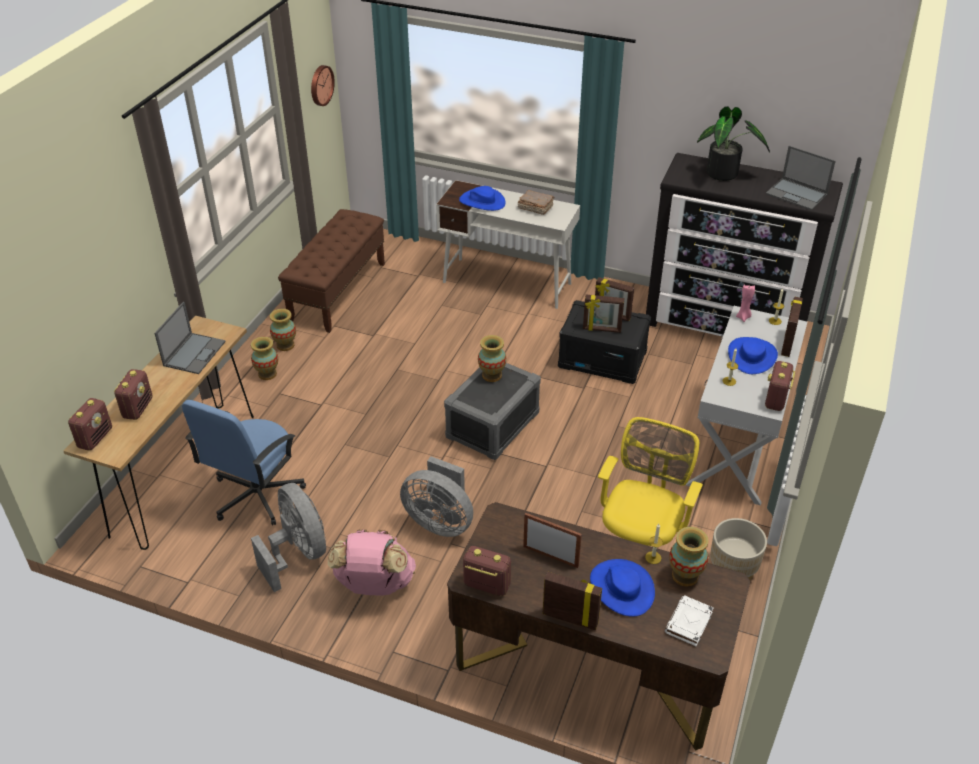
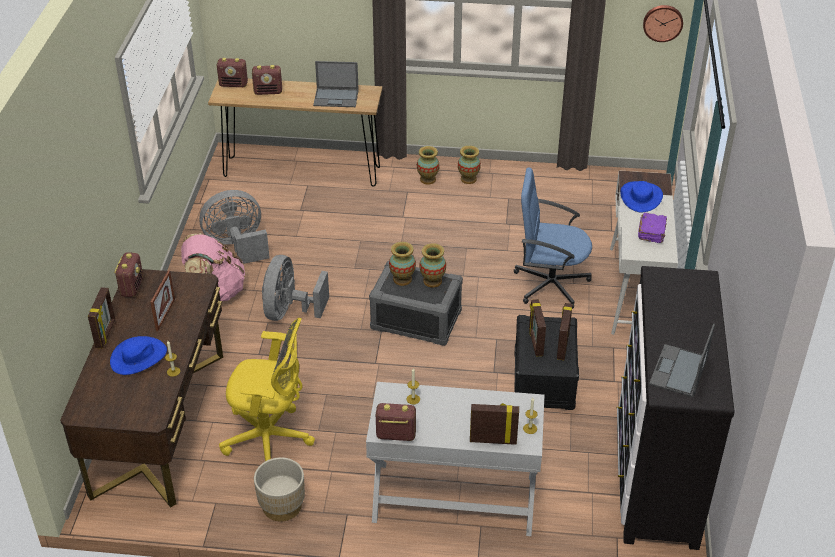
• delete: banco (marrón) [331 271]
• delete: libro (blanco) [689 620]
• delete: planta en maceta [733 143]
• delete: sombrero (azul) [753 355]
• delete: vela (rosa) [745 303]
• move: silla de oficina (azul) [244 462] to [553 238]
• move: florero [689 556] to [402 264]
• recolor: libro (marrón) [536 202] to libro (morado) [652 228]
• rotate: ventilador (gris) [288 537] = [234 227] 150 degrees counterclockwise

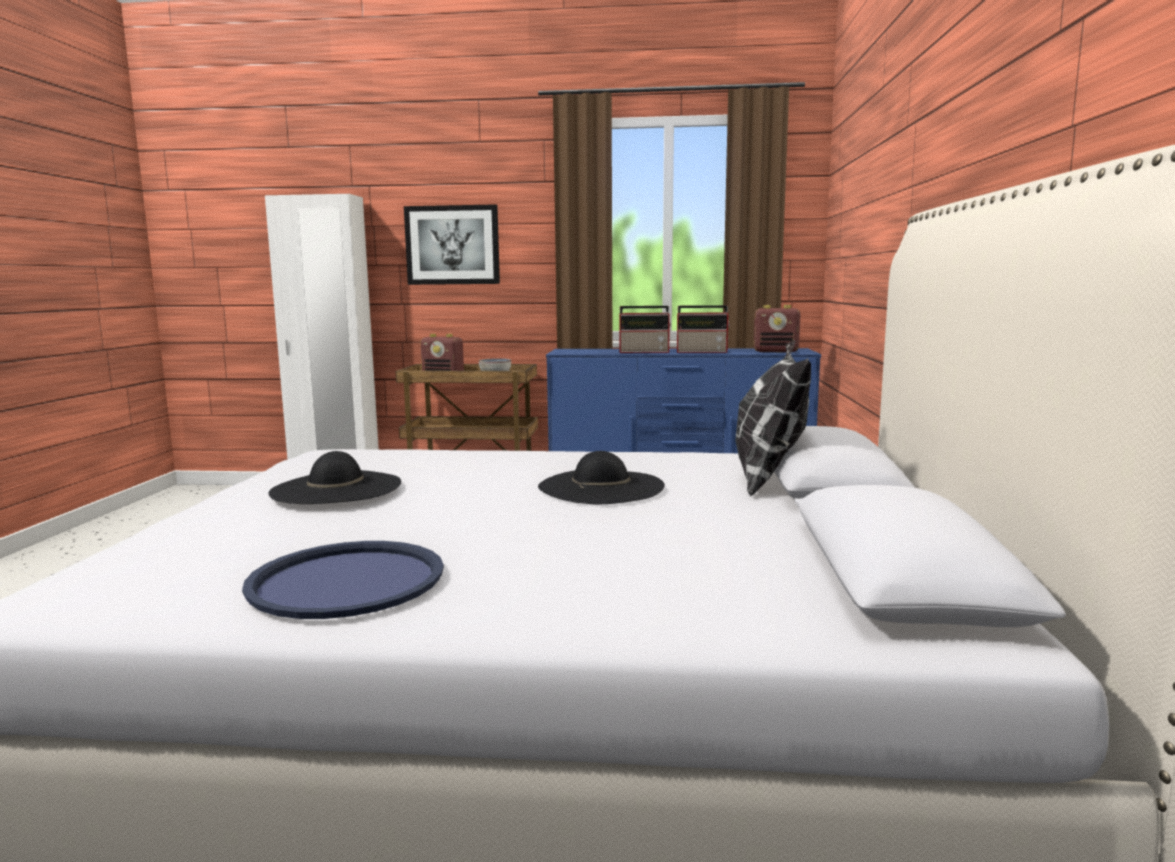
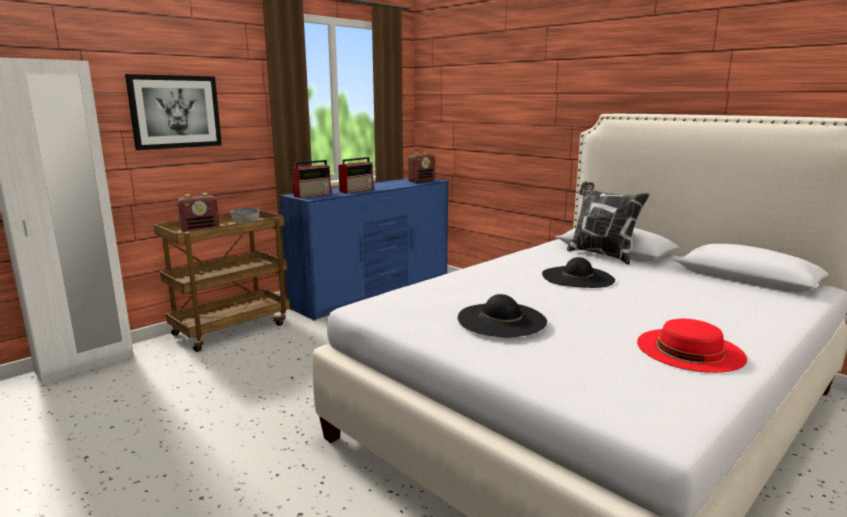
• move: radio [704 329] to [311 179]
• replace: bandeja (azul) [343 580] to sombrero (rojo) [692 346]

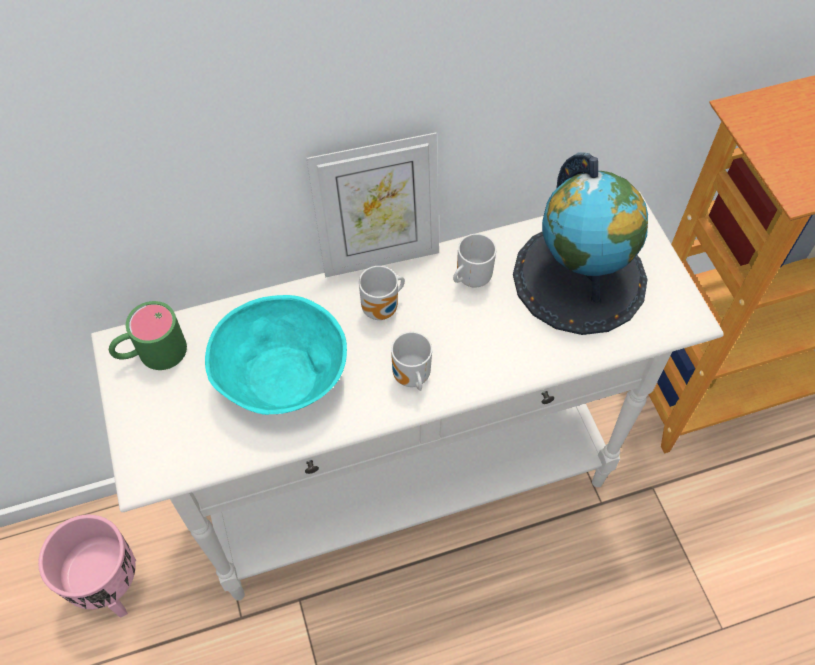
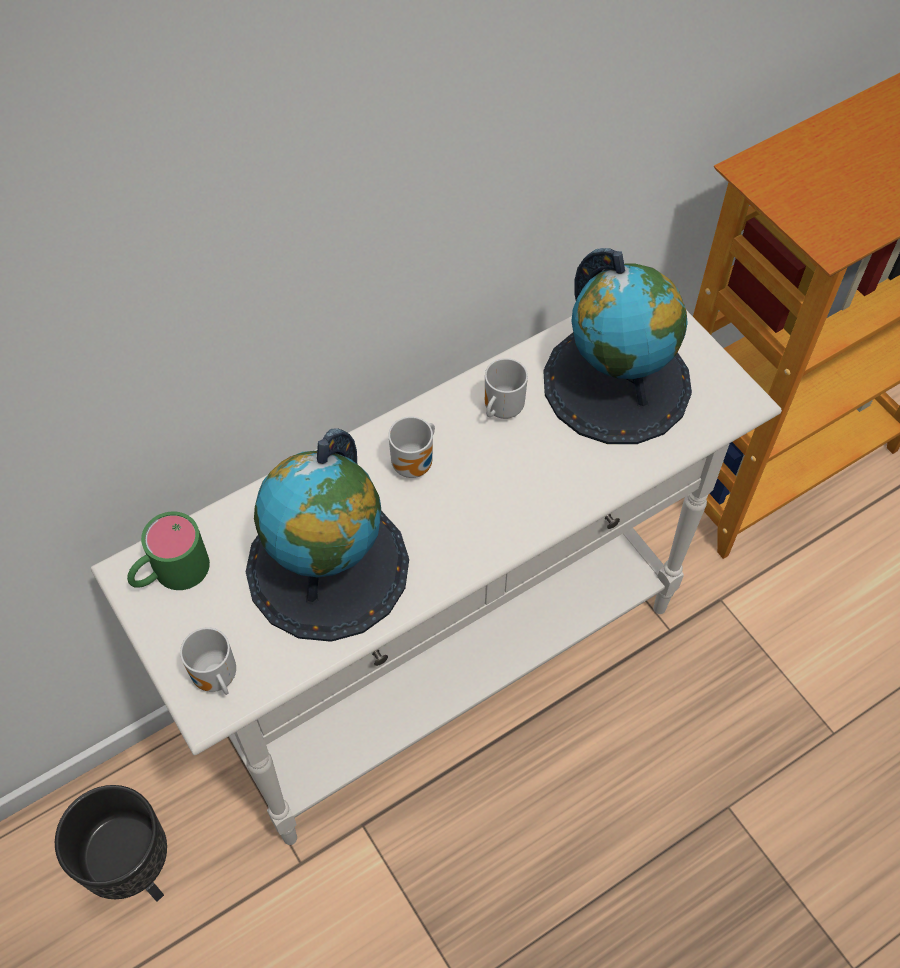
• delete: portarretratos [372 205]
• move: taza grande [411 361] to [208 661]
• replace: cuenco (turquesa) [276 355] to globo terráqueo [327 535]
• recolor: maceta (rosa) [87 566] to maceta (negro) [111 843]

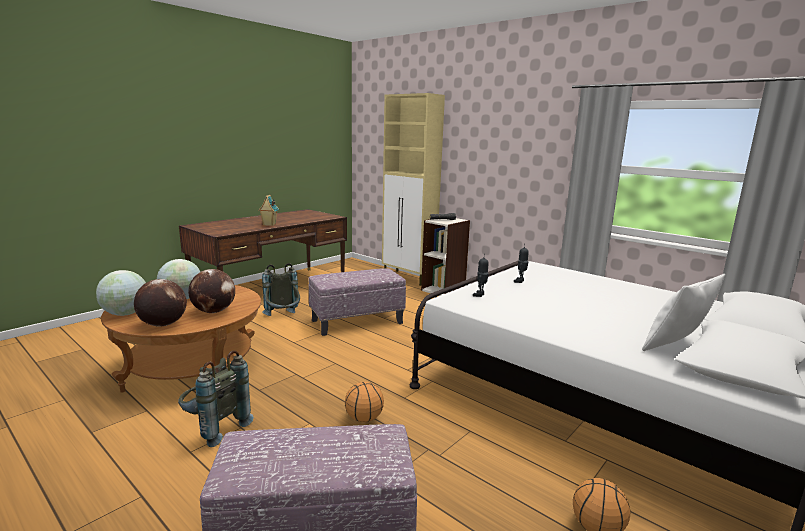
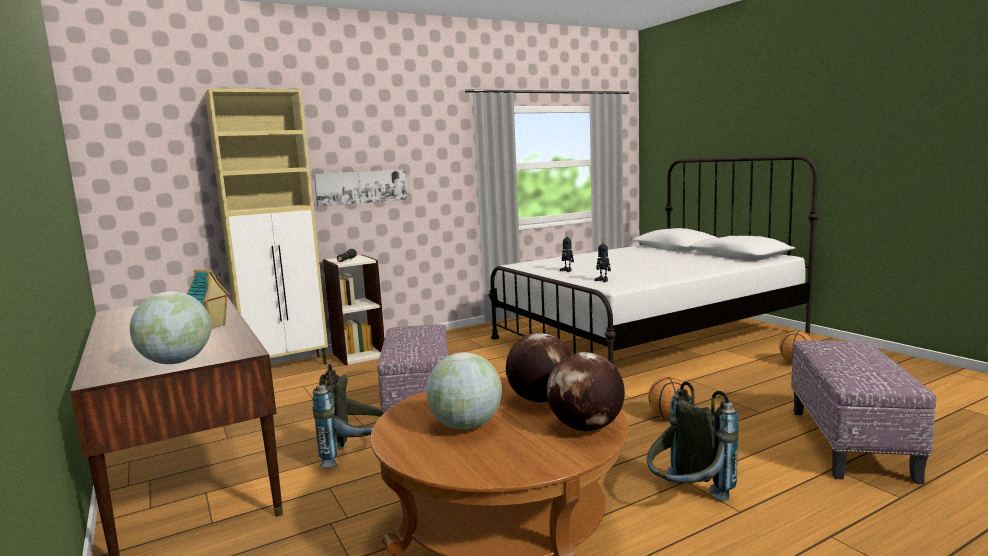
• delete: cojín (blanco) [683 312]
• insert: cuadro [361 188]
• move: globo terráqueo [121 293] to [170 328]

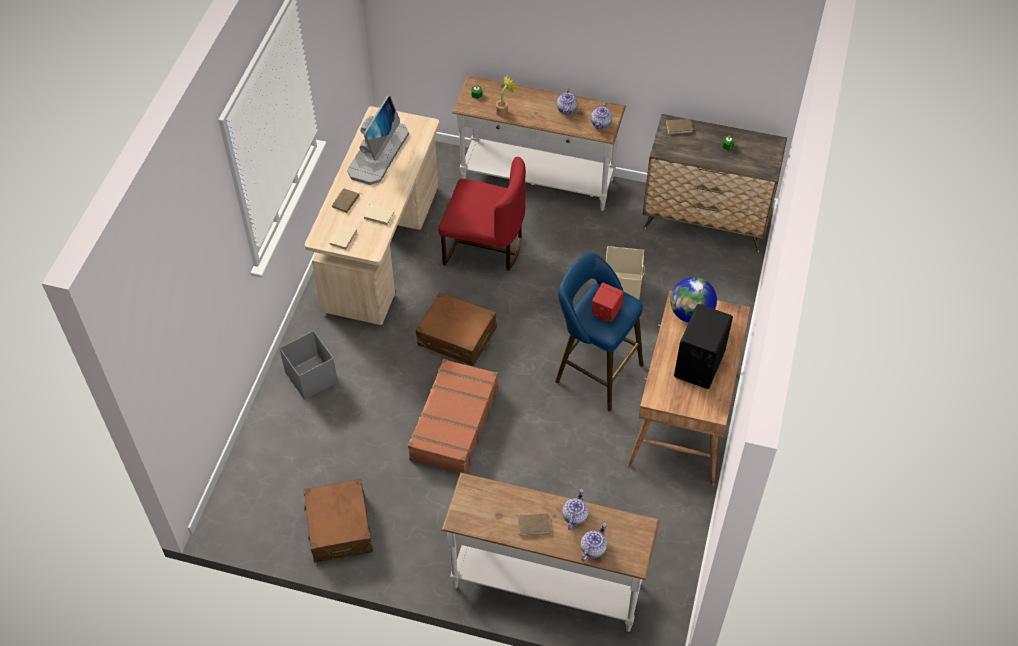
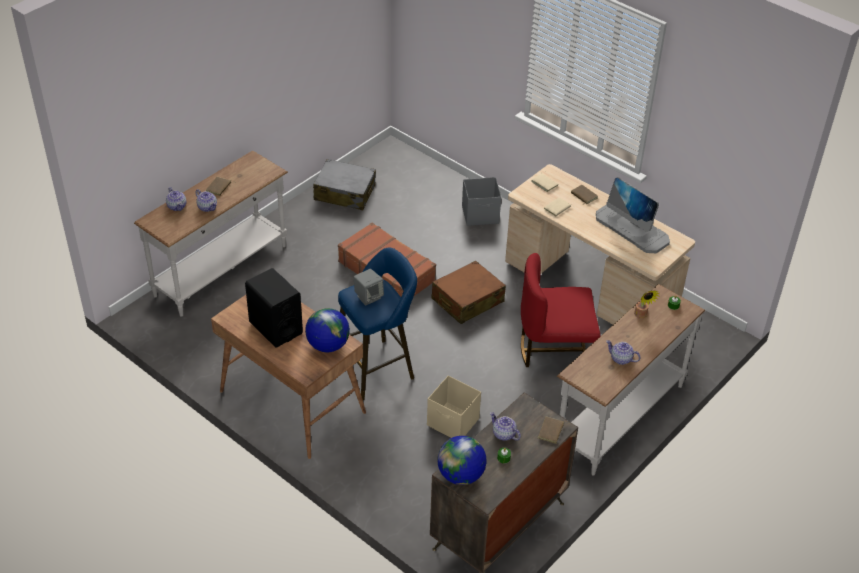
• insert: globo terráqueo [461 460]
• move: tetera [601 115] to [505 426]
• recolor: maleta (marrón) [338 520] to maleta (gris) [344 184]
• recolor: altavoz (rojo) [608 302] to altavoz (gris) [369 287]
• rotate: silla (rojo) [482 214] = [560 310] 45 degrees clockwise

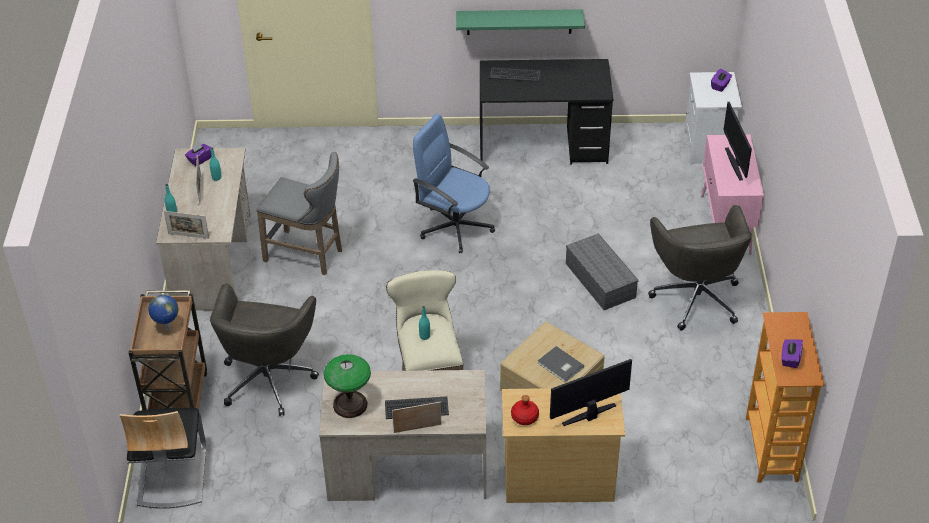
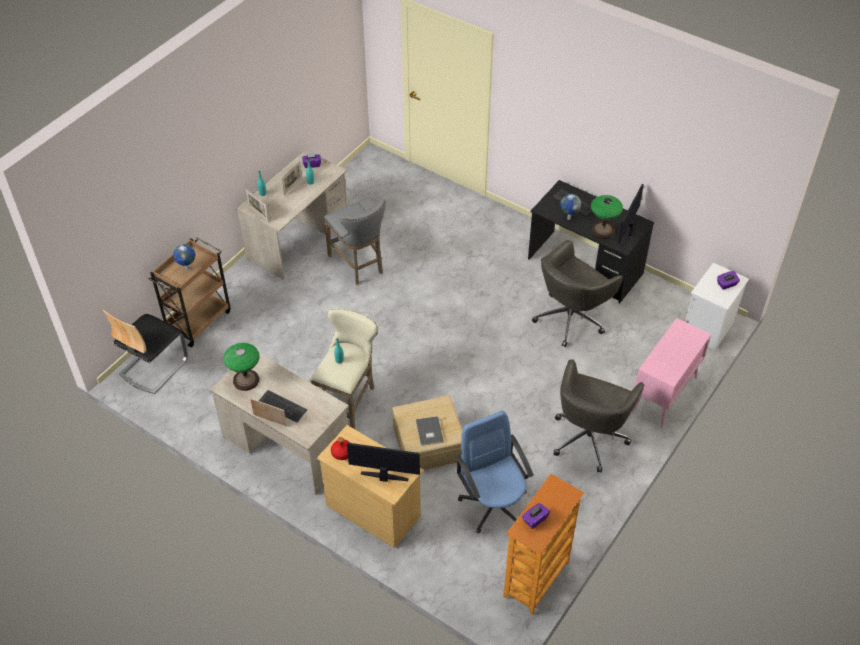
• delete: estante (verde) [520 22]
• delete: caja de almacenaje (gris) [602 271]
• insert: globo terráqueo [570 207]
• insert: lámpara de mesa [607 217]
• move: silla de oficina (gris) [264 350] to [577 293]
• move: silla de oficina (azul) [454 183] to [495 472]
• move: monitor [737 141] to [631 215]

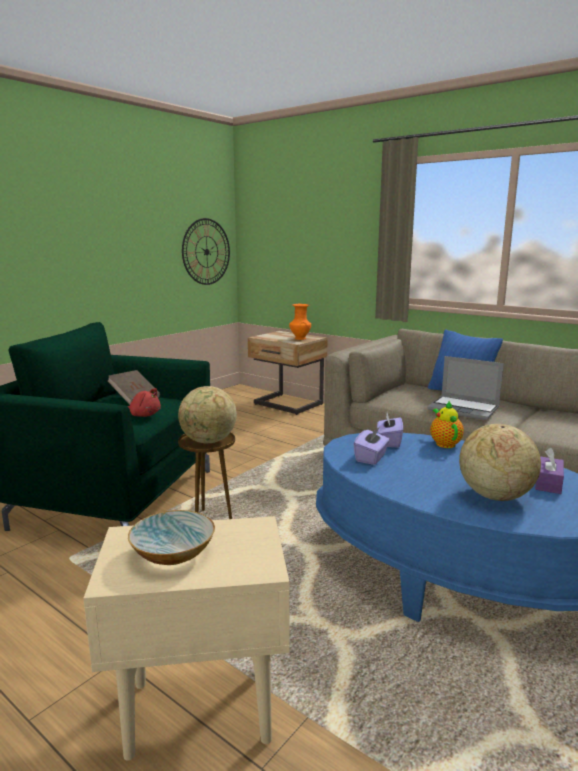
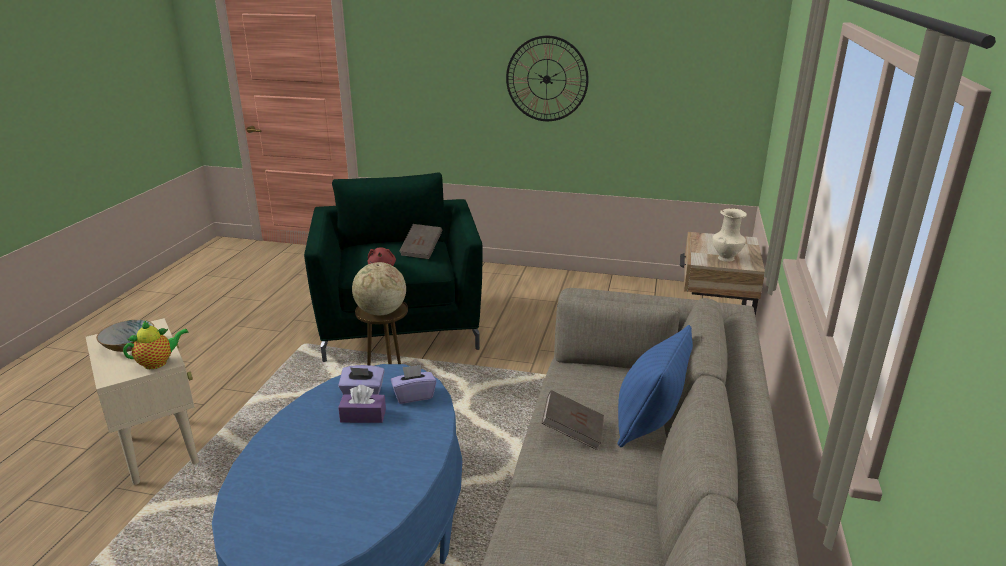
• delete: globo terráqueo [500 462]
• move: reloj de pared [206 251] to [547 78]
• move: tetera [447 424] to [156 345]
• move: caja de pañuelos (morado) [549 471] to [362 404]
• replace: portátil [465 388] to libro (marrón) [573 420]
• recolor: florero (naranja) [300 322] to florero (beis) [729 235]

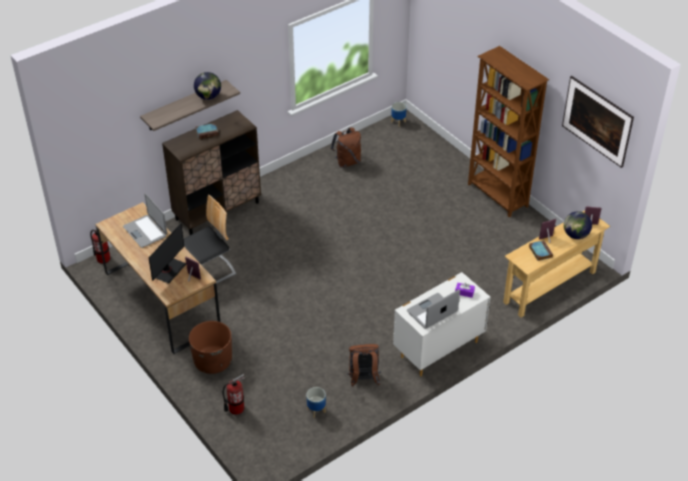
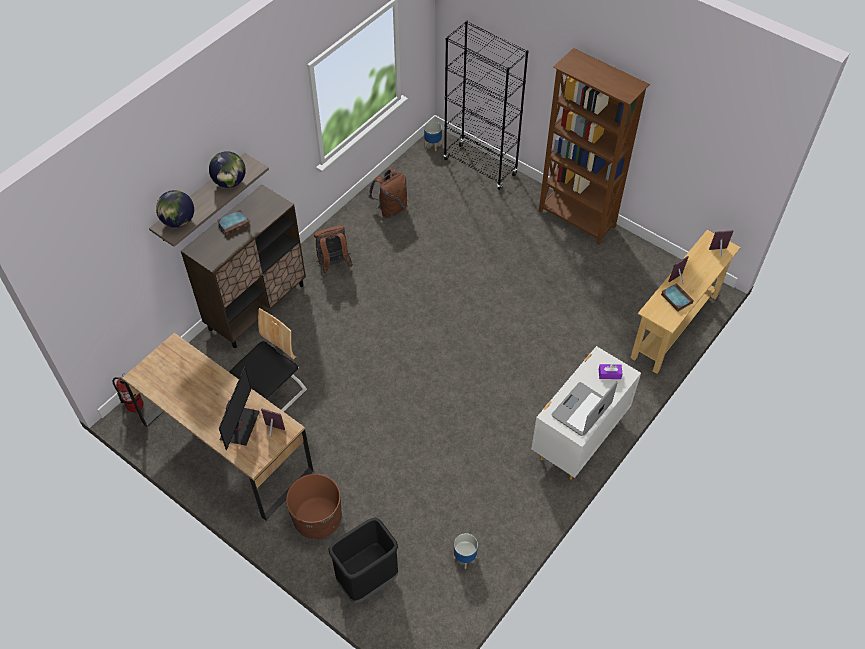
• delete: portátil [145 220]
• delete: cuadro [598 122]
• insert: estantería (negro) [486 105]
• move: mochila (marrón) [364 365] to [333 249]
• move: globo terráqueo [578 225] to [175 209]
• replace: extintor [234 394] to papelera (negro) [363 560]

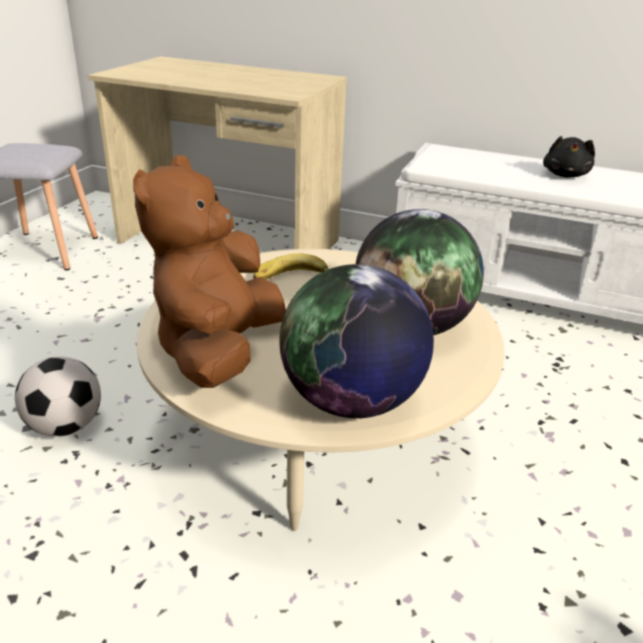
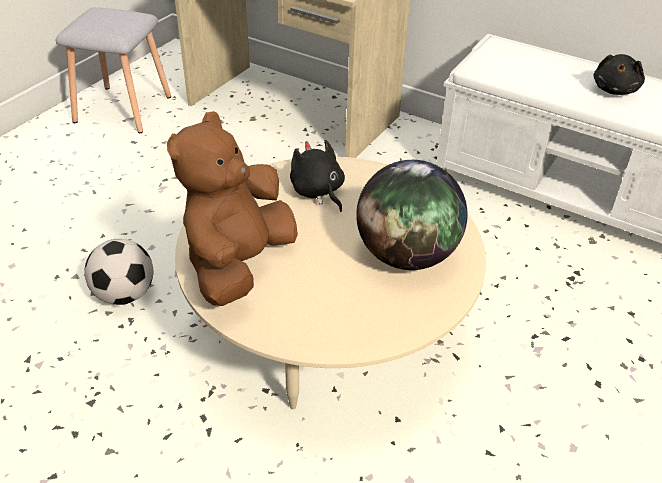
• delete: globo terráqueo [356 341]
• replace: plátano [290 266] to peluche (negro) [317 176]

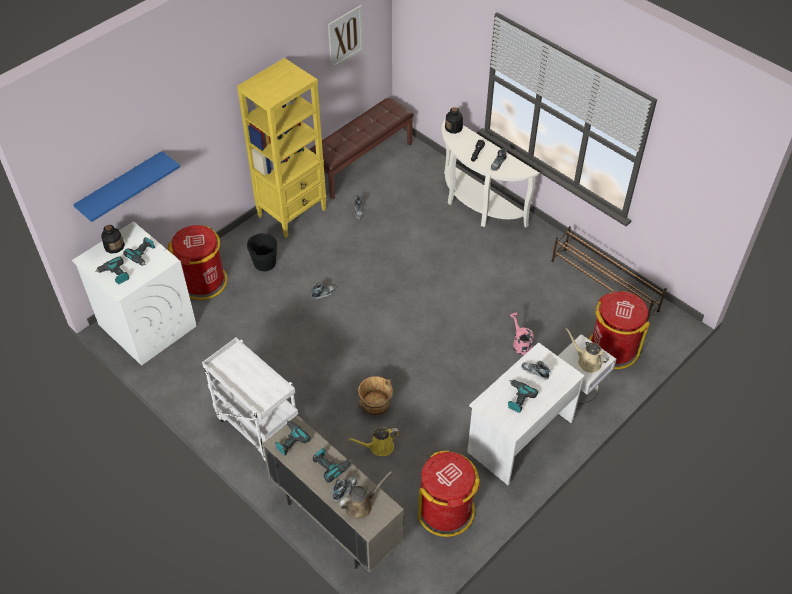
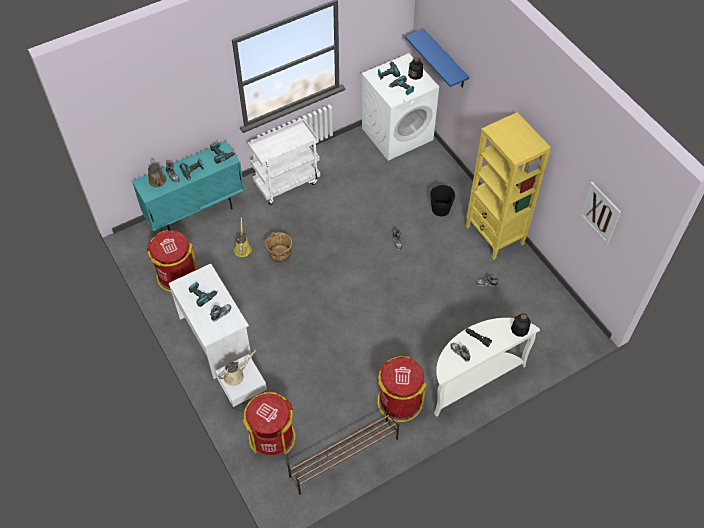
• delete: banco (marrón) [361 148]
• delete: regadera (rosa) [522 334]
• move: papelera (rojo) [197 262] to [402 389]
• recolor: armario (beis) [333 493] to armario (turquesa) [188 186]

